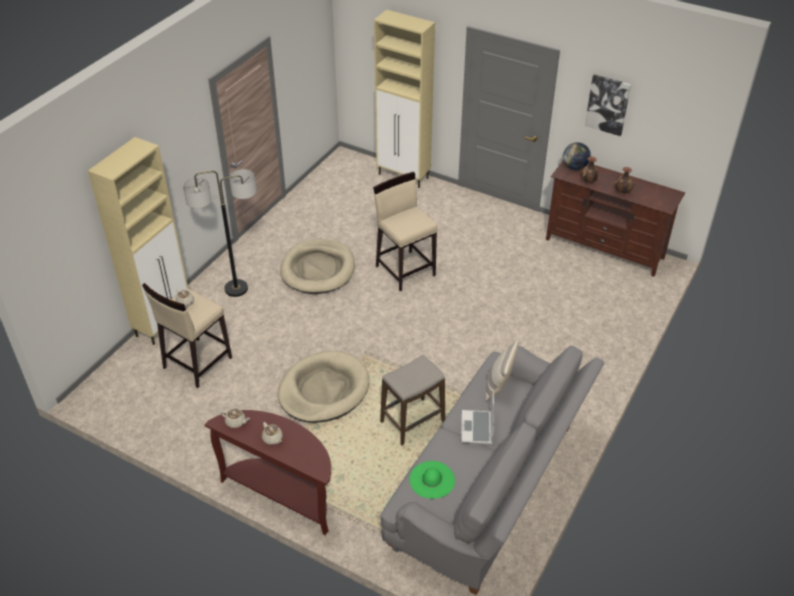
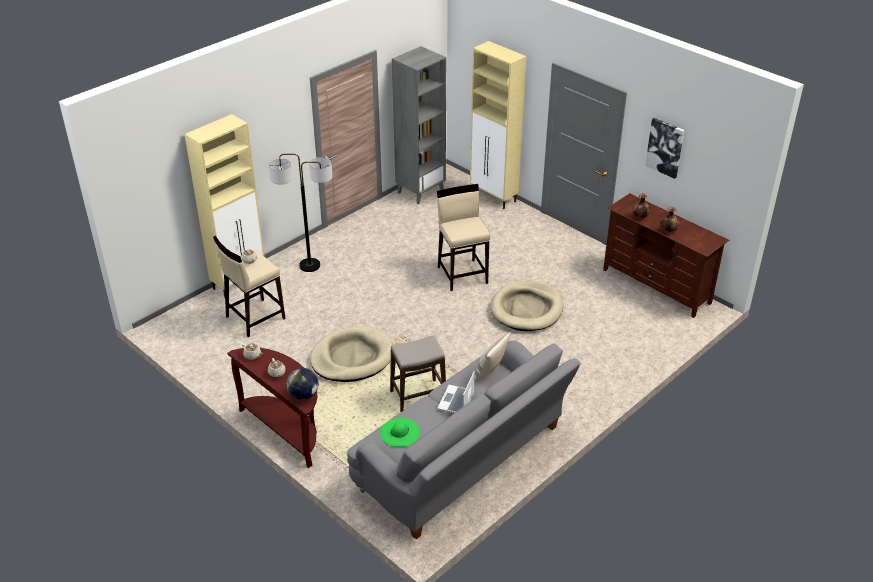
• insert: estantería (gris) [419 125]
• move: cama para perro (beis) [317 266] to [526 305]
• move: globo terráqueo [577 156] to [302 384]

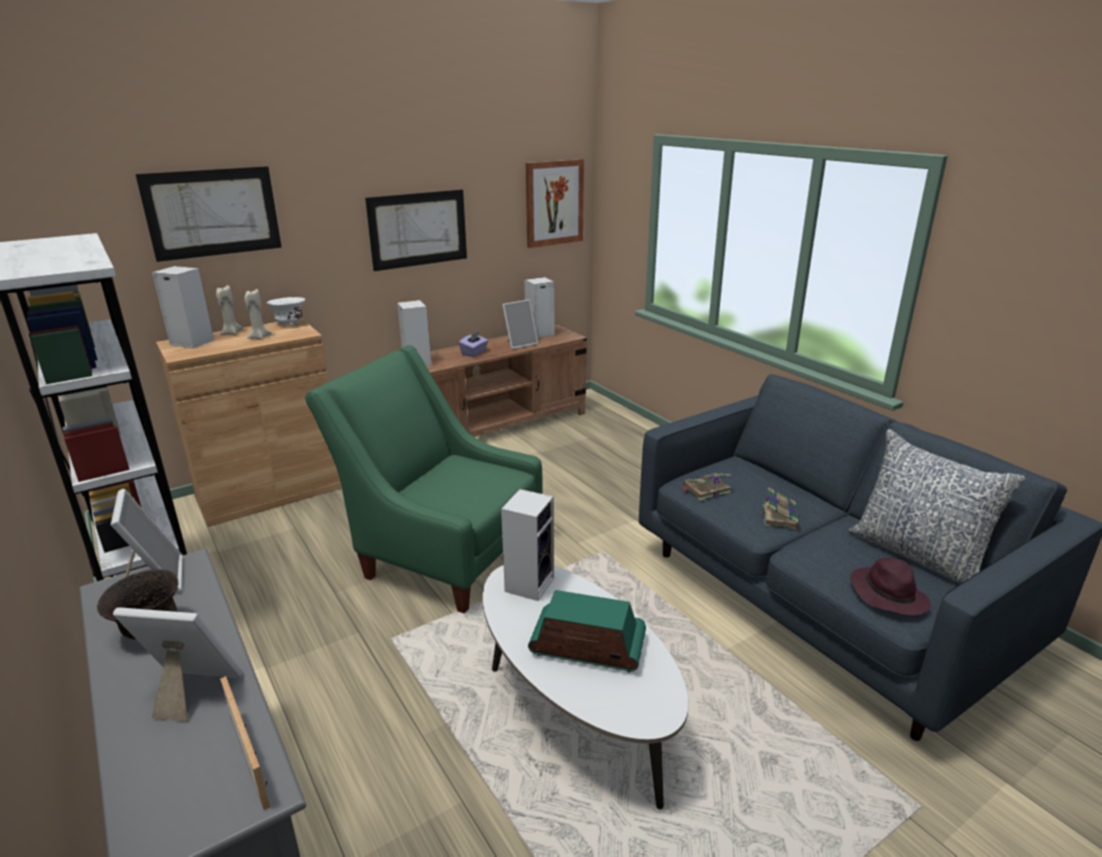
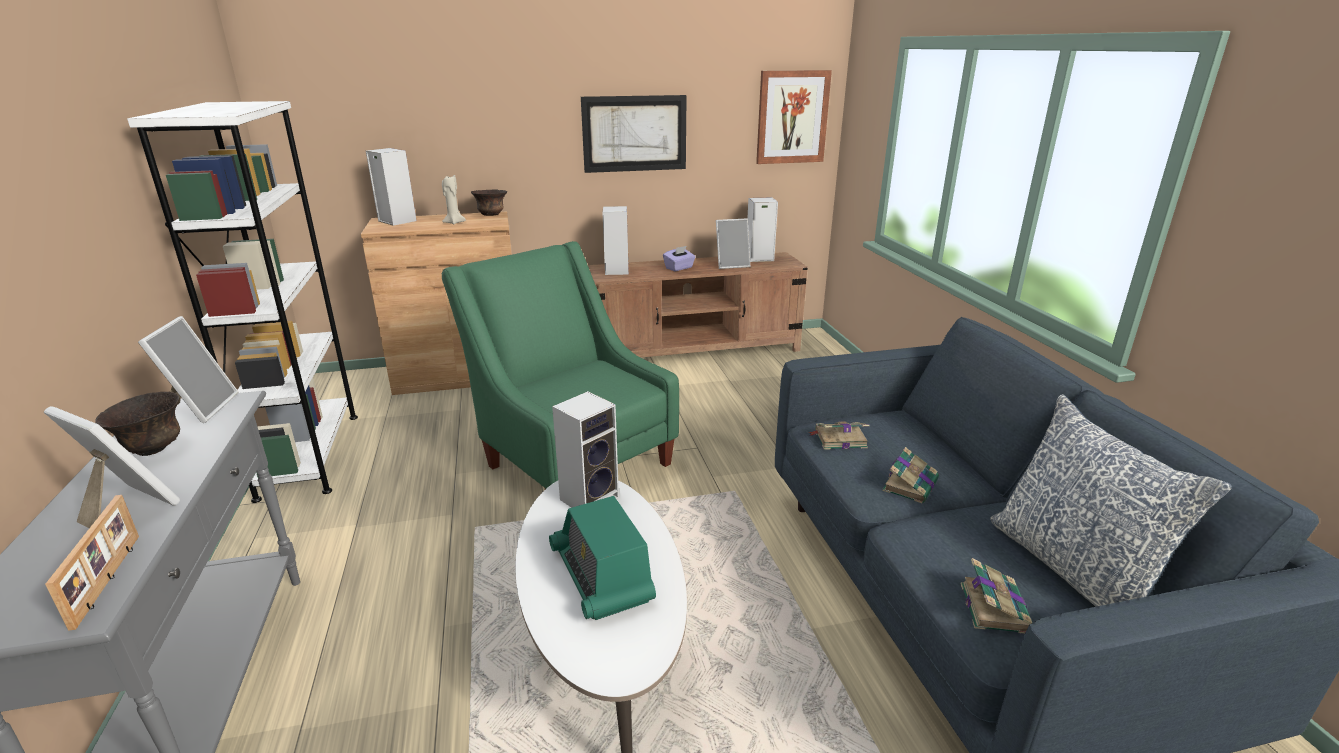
• delete: cuadro [208 214]
• delete: vela (beis) [229 310]
• replace: sombrero (morado) [890 586] to libro [997 596]
• recolor: cuenco (blanco) [286 311] to cuenco (marrón) [489 203]
• rotate: radio [587 631] = [602 558] 150 degrees counterclockwise

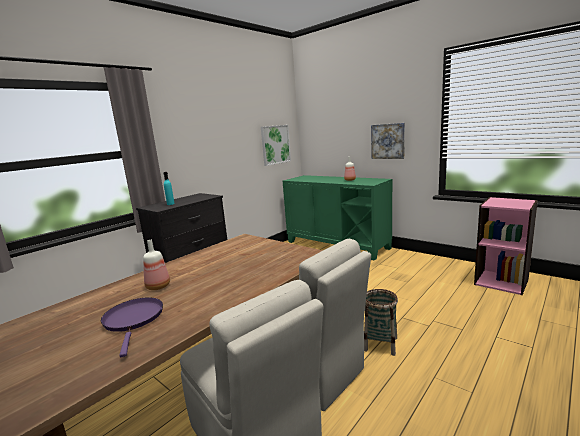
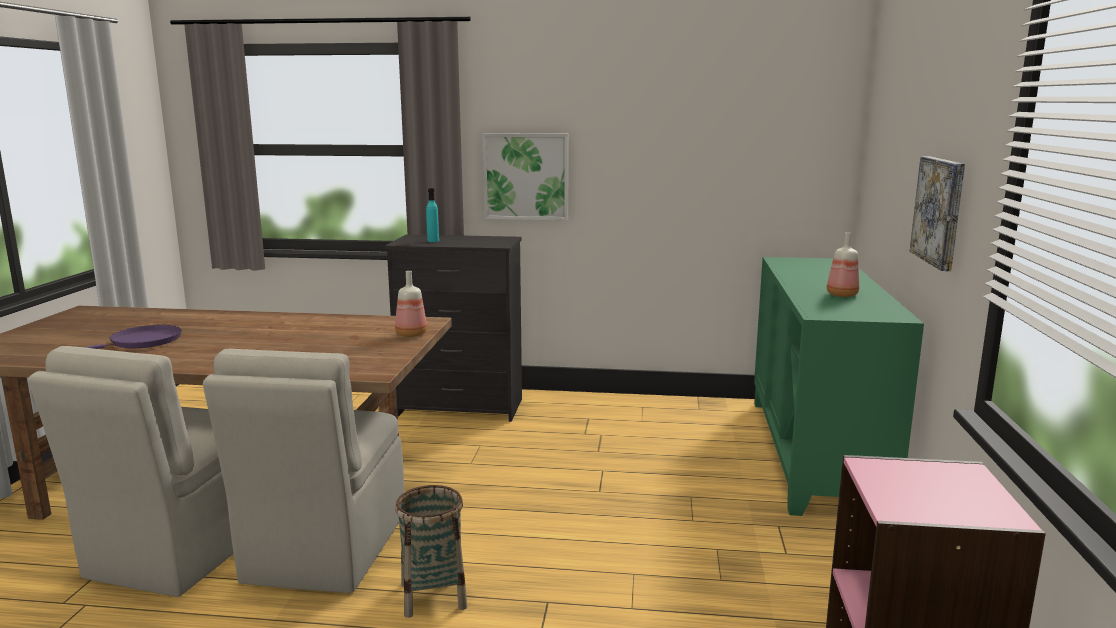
• move: botella [156 265] to [411 304]
• move: cuadro [276 145] to [525 177]

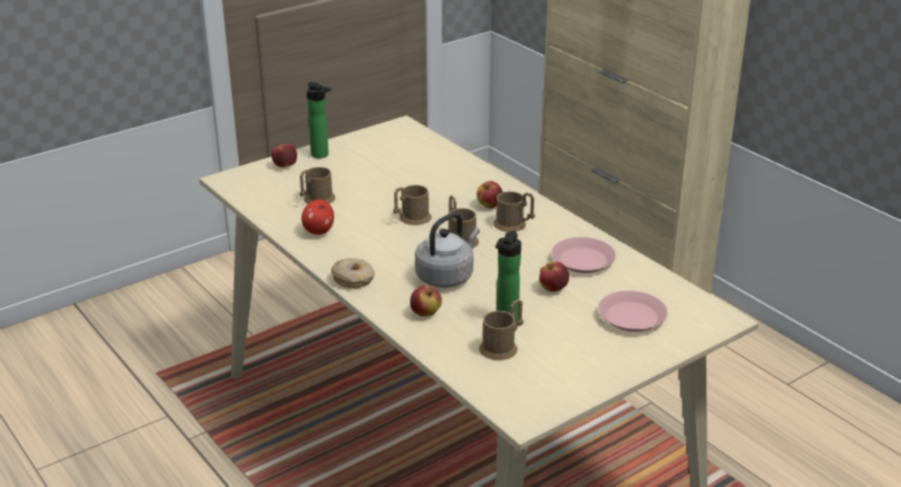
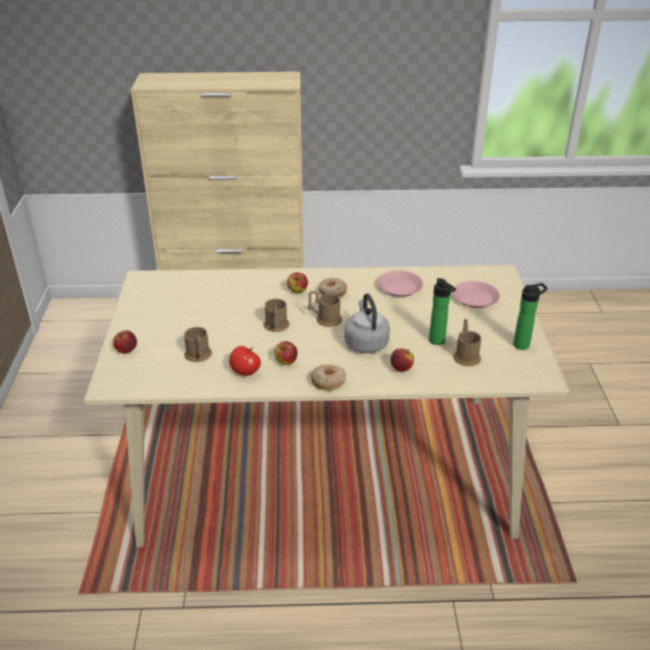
• move: botella [319 120] to [530 316]
• move: manzana [554 277] to [285 353]
• replace: taza grande (marrón) [514 211] to rosquilla [332 288]

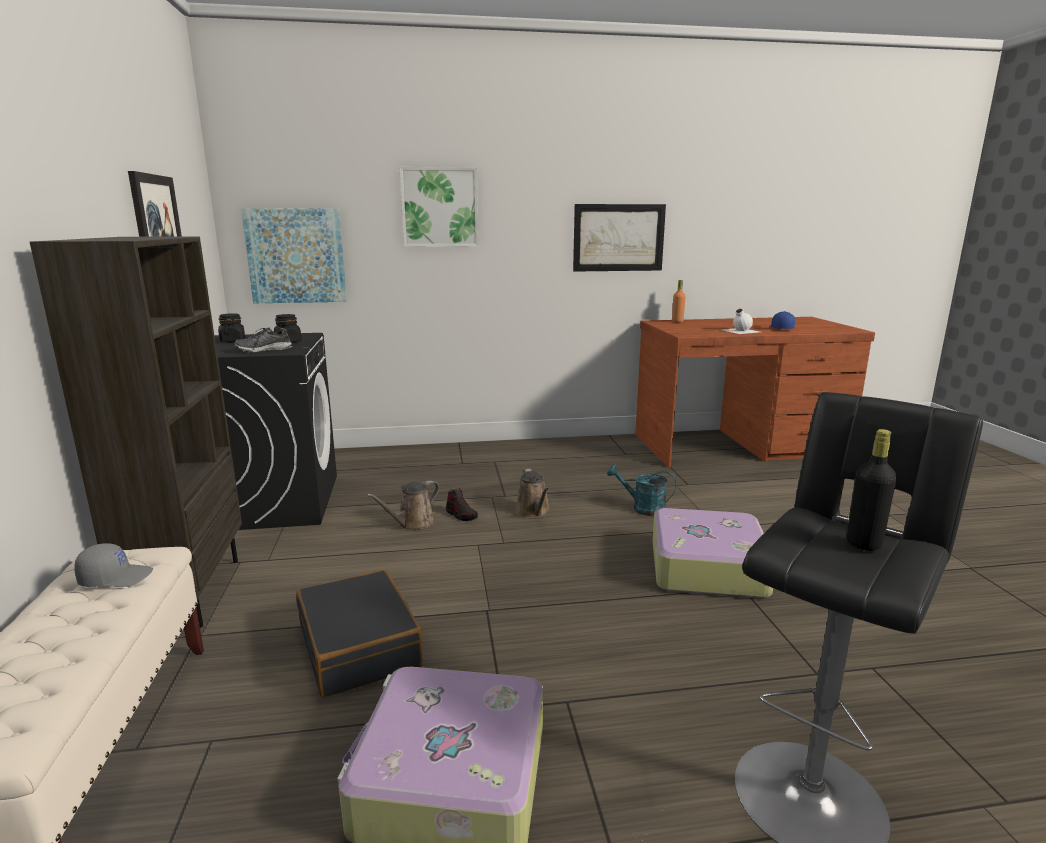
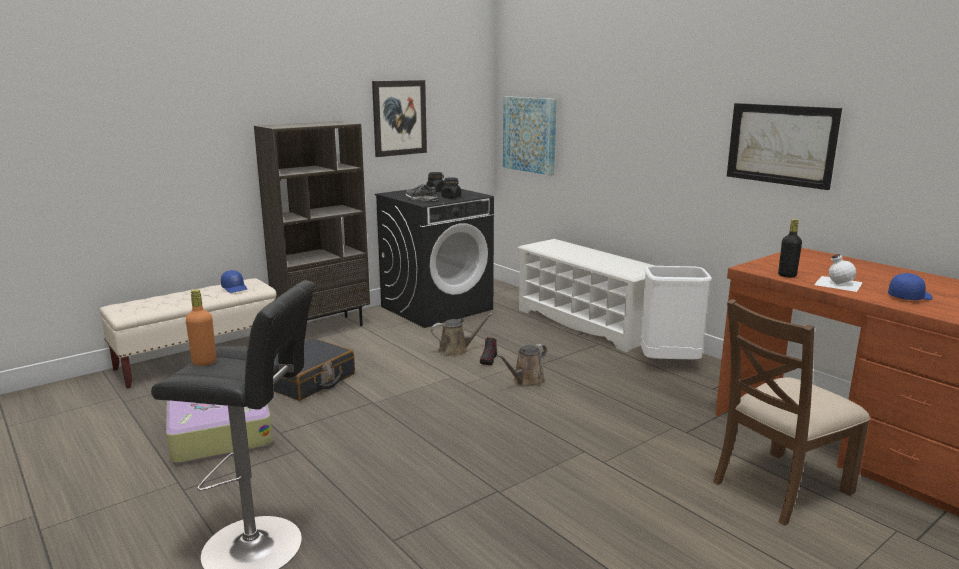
• delete: cuadro [438 207]
• delete: regadera (turquesa) [642 490]
• delete: maleta [712 553]
• insert: zapatero (blanco) [586 296]
• insert: papelera (blanco) [676 312]
• insert: silla (marrón) [791 412]
• move: botella (naranja) [679 301] to [201 327]
• move: botella (negro) [871 490] to [790 248]
• recolor: gorra (gris) [113 565] to gorra (azul) [234 281]
• rotate: regadera (marrón) [403 505] = [462 334] 150 degrees clockwise

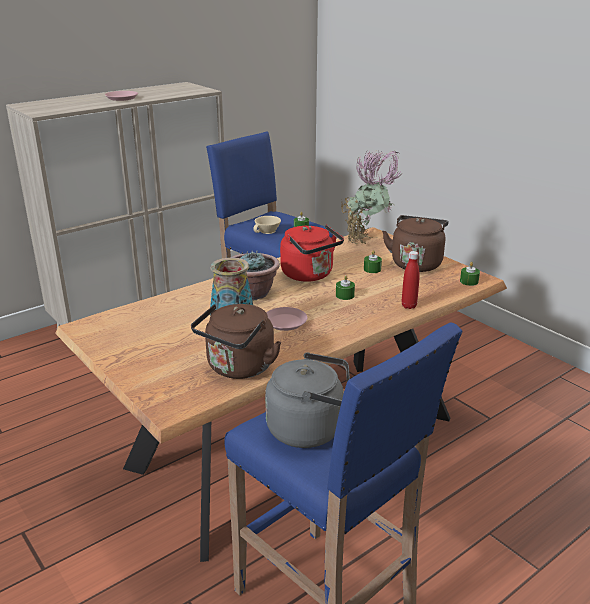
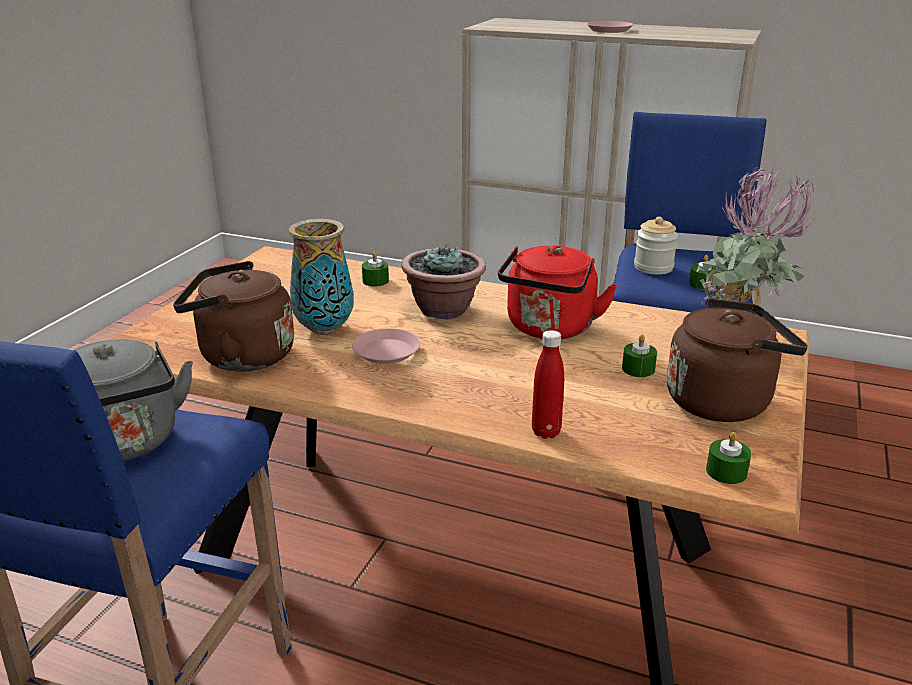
• move: vela (verde) [345 287] to [375 269]
• replace: taza (beis) [267 225] to tarro [656 246]

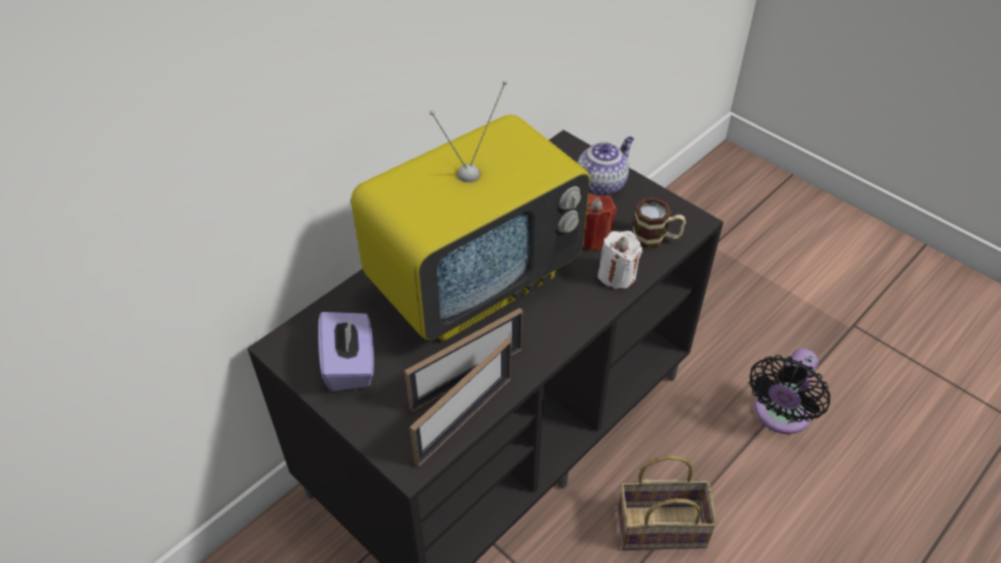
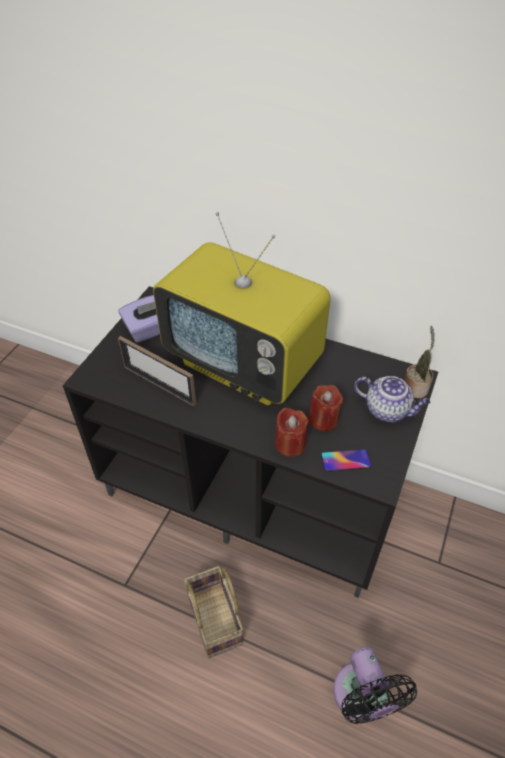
• delete: portarretratos [461 402]
• insert: planta en maceta [419 362]
• replace: taza grande [659 223] to móvil [346 460]
• recolor: vela (blanco) [620 260] to vela (rojo) [291 432]
• rotate: ventilador (negro) [790 391] = [375 685] 120 degrees counterclockwise

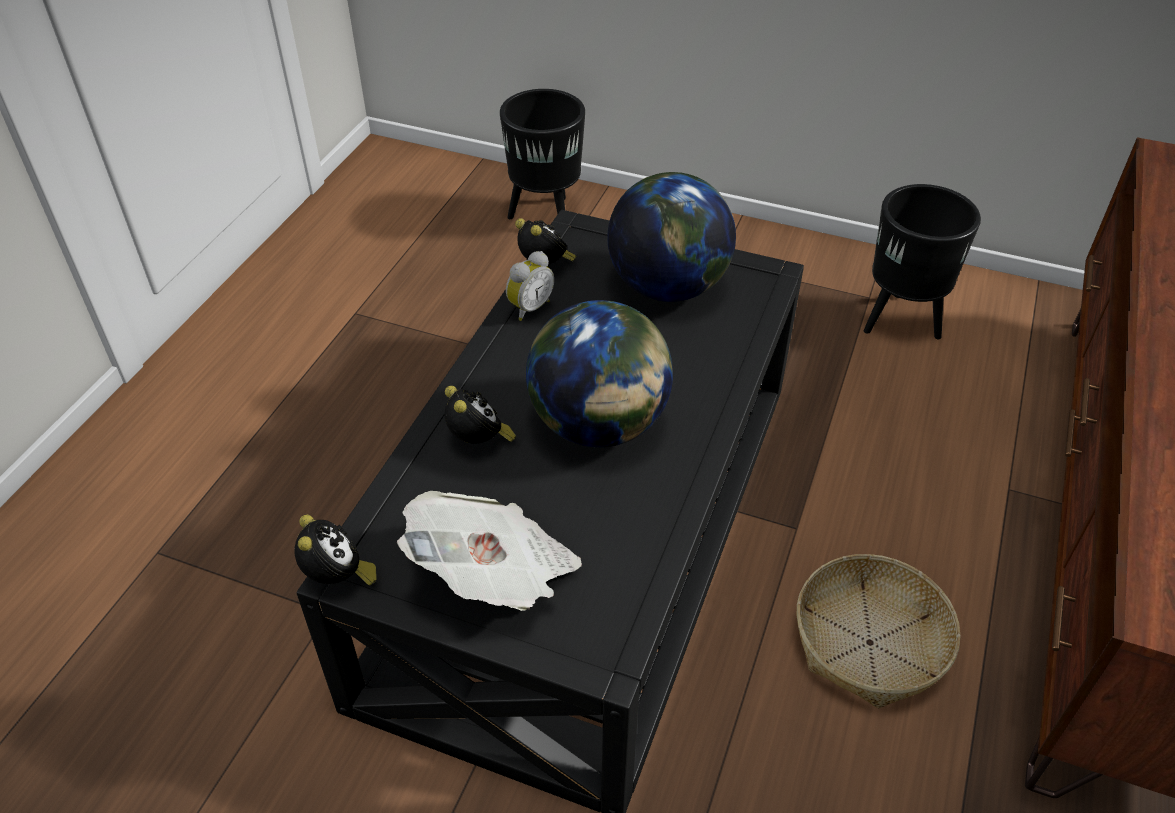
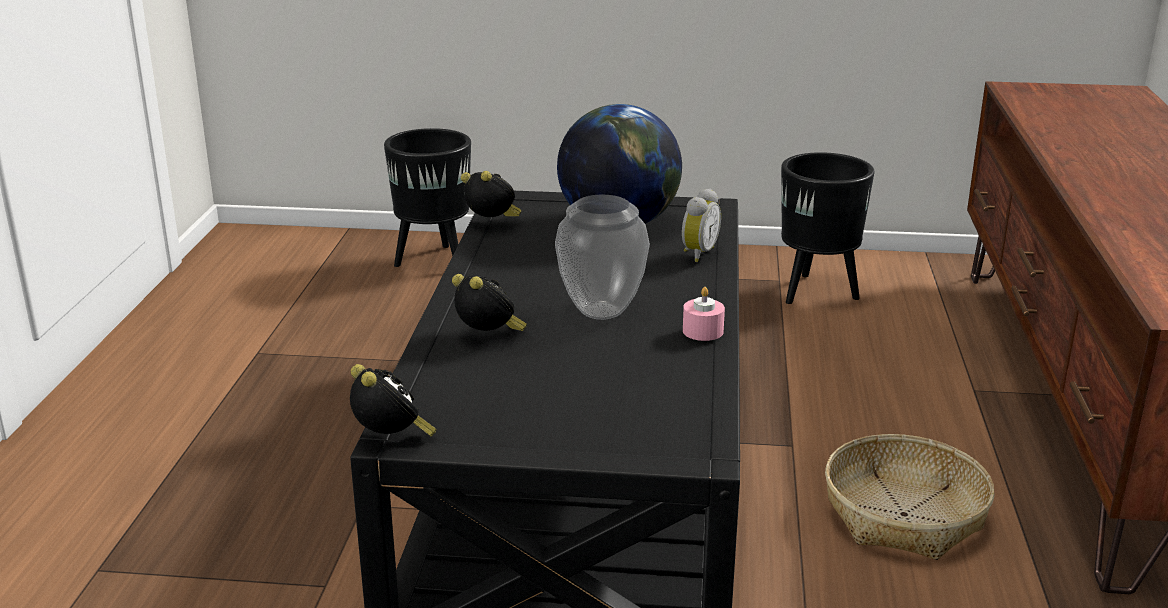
• delete: periódico [489 551]
• insert: vela (rosa) [704 314]
• move: despertador [530 286] to [701 225]
• replace: globo terráqueo [599 373] to florero [602 257]

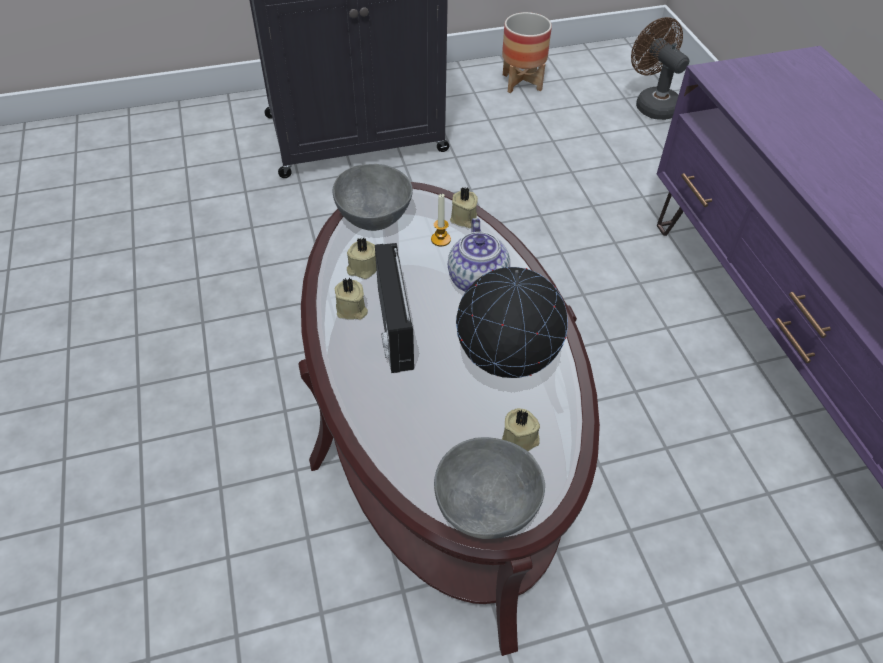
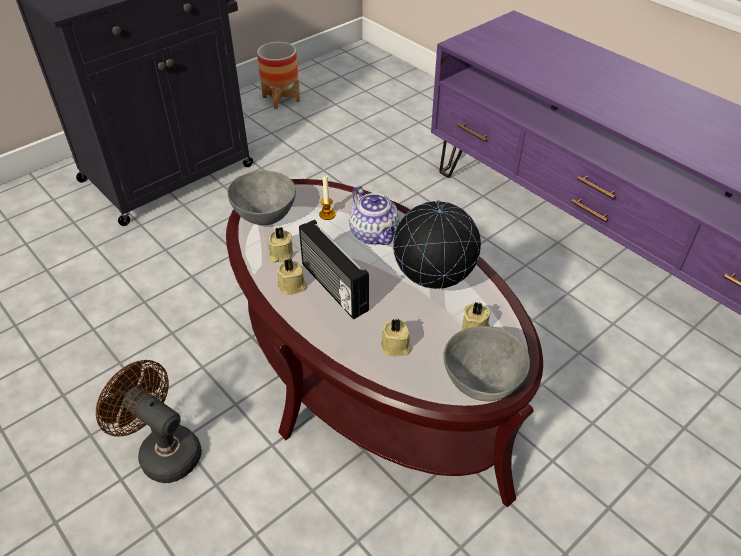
• move: vela (beis) [464 207] to [396 337]
• move: ventilador (marrón) [660 68] to [149 421]

